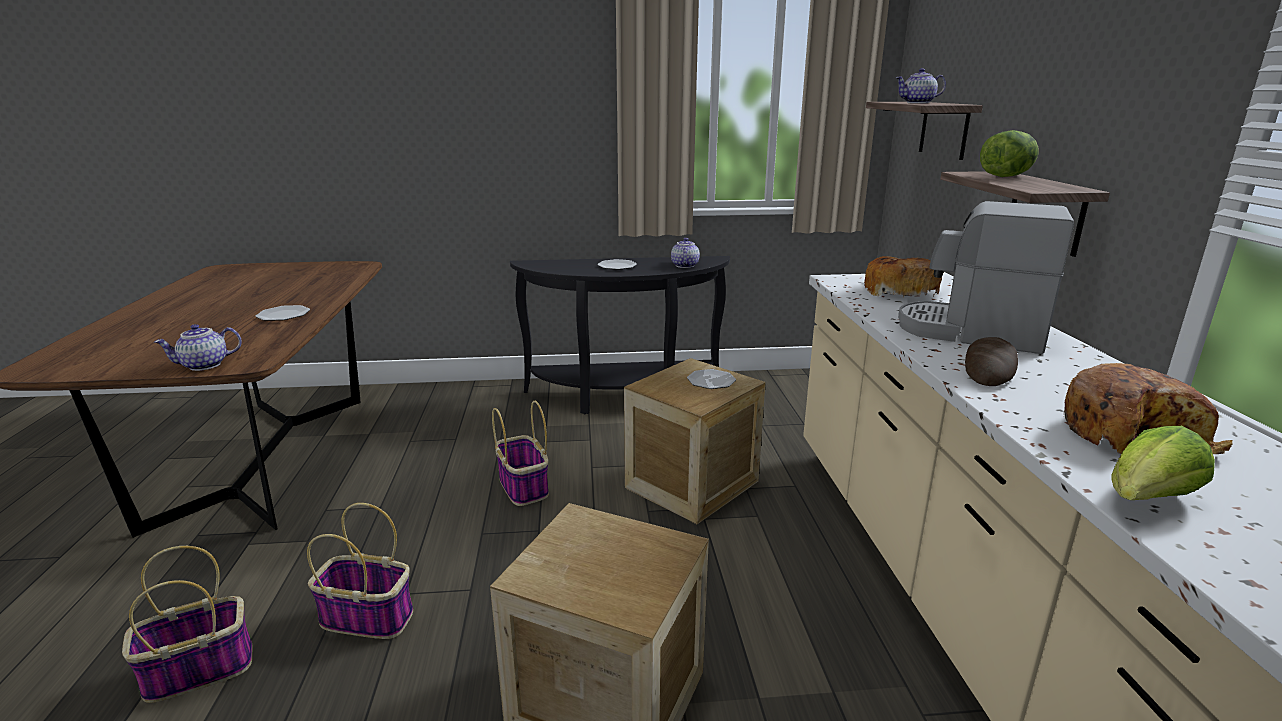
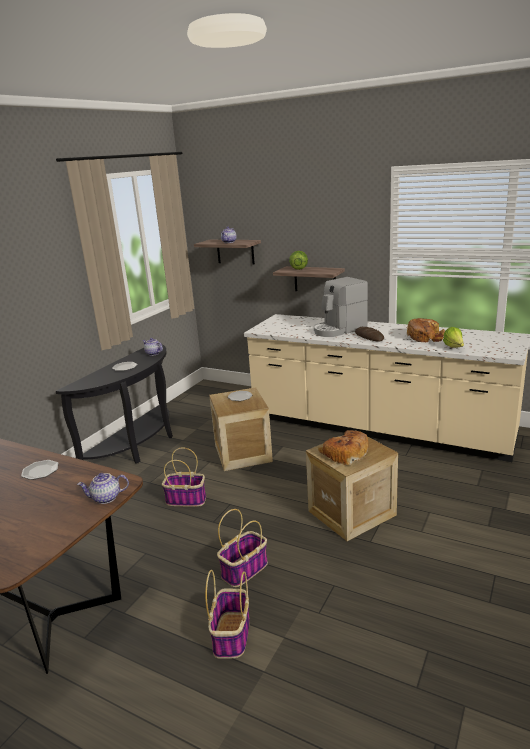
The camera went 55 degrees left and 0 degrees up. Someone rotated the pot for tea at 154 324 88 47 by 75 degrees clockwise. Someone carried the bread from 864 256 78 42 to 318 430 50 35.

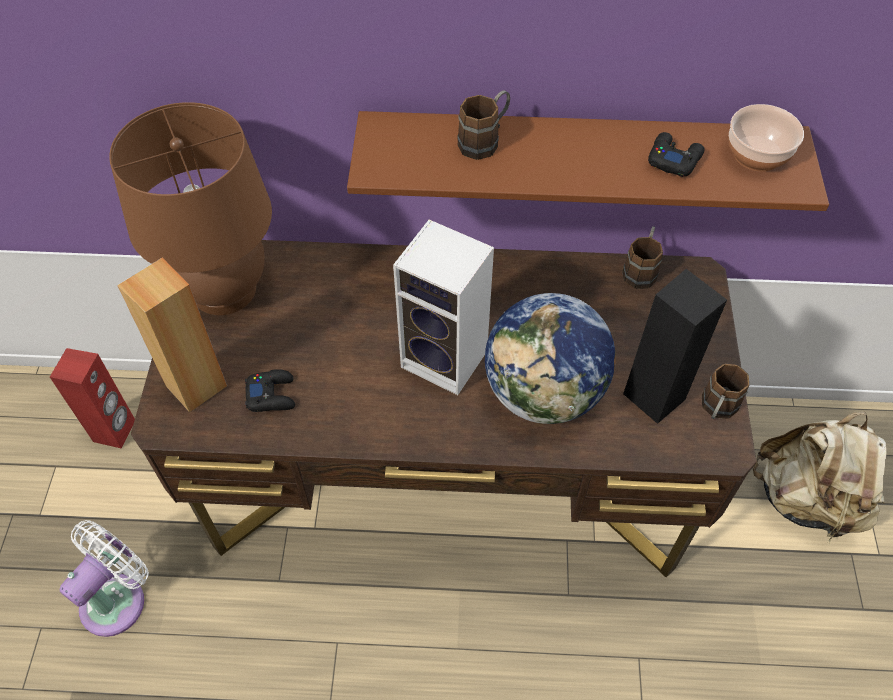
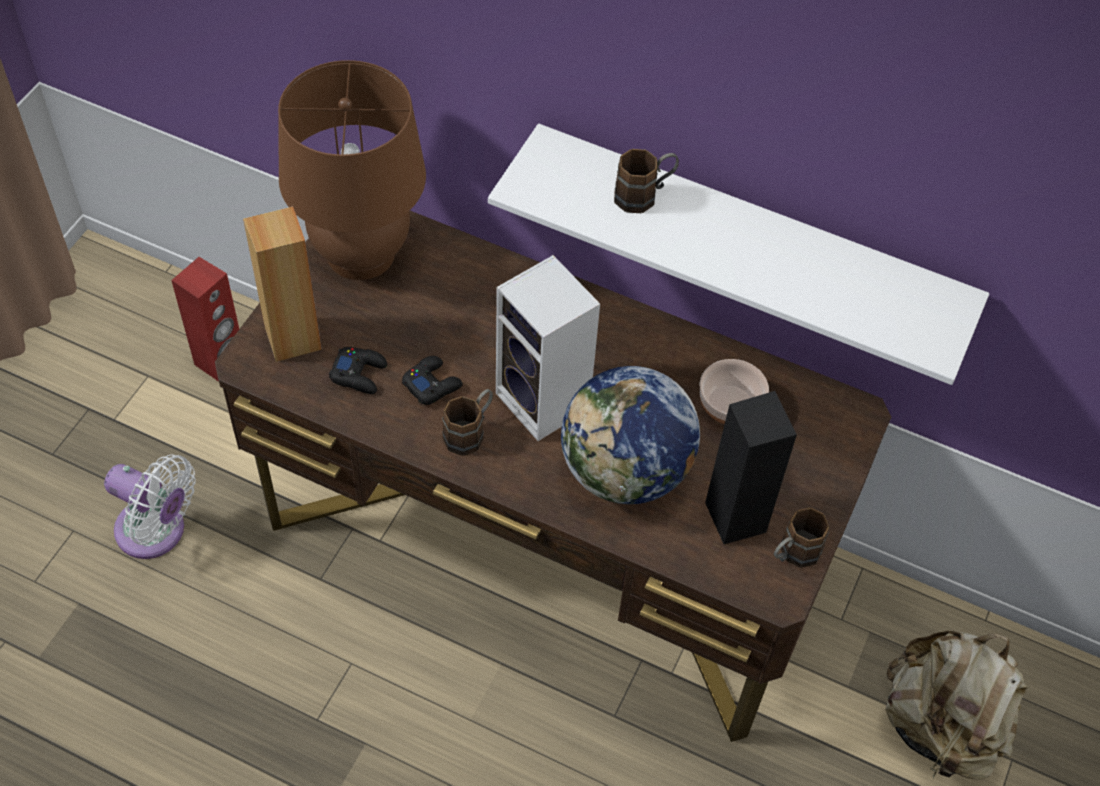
The camera went 20 degrees right and 0 degrees up. Someone rotated the white cooling fan at 60 520 89 117 by 60 degrees clockwise. Someone carried the black joypad from 648 132 57 45 to 402 356 61 49. Someone carried the brown-coloured tea mug from 622 226 41 63 to 442 389 51 67. Someone repainted the brown-coloured shelf at 347 111 482 100, which became the white shelf at 488 124 501 261. Someone carried the deep dish from 728 104 76 68 to 700 359 69 65.

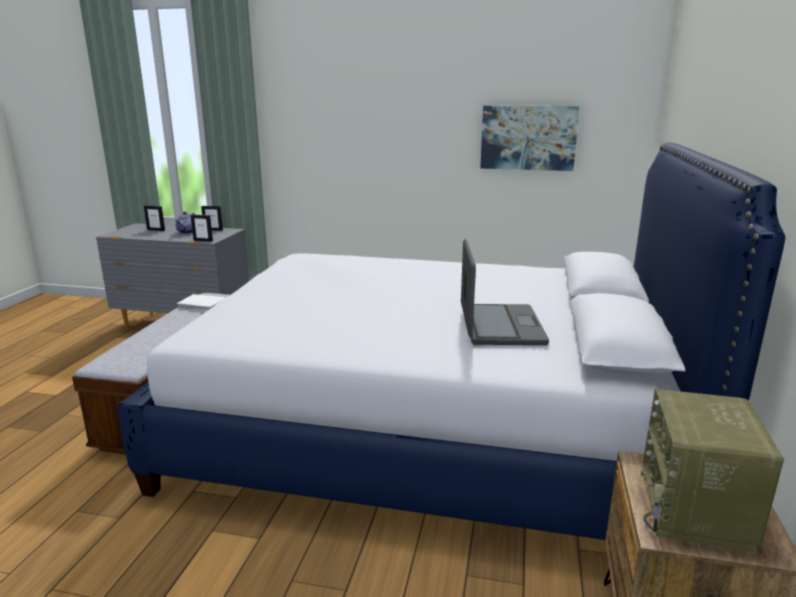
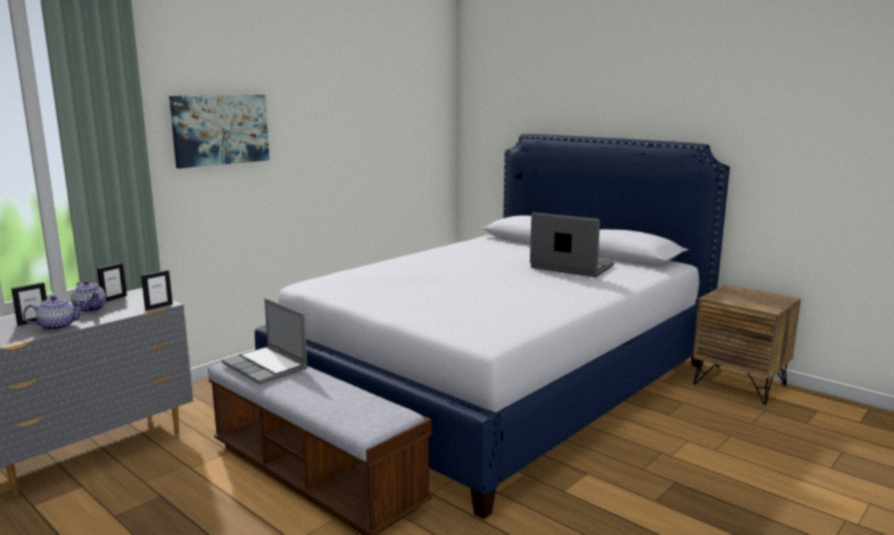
The camera went 60 degrees left and 5 degrees down. Someone put down the pot for tea at 23 295 62 36. Someone carried the picture from 480 105 100 66 to 169 95 100 74. Someone swapped the white volume at 177 294 49 17 for the laptop at 222 298 86 86. Someone took away the radio set at 641 389 143 164.

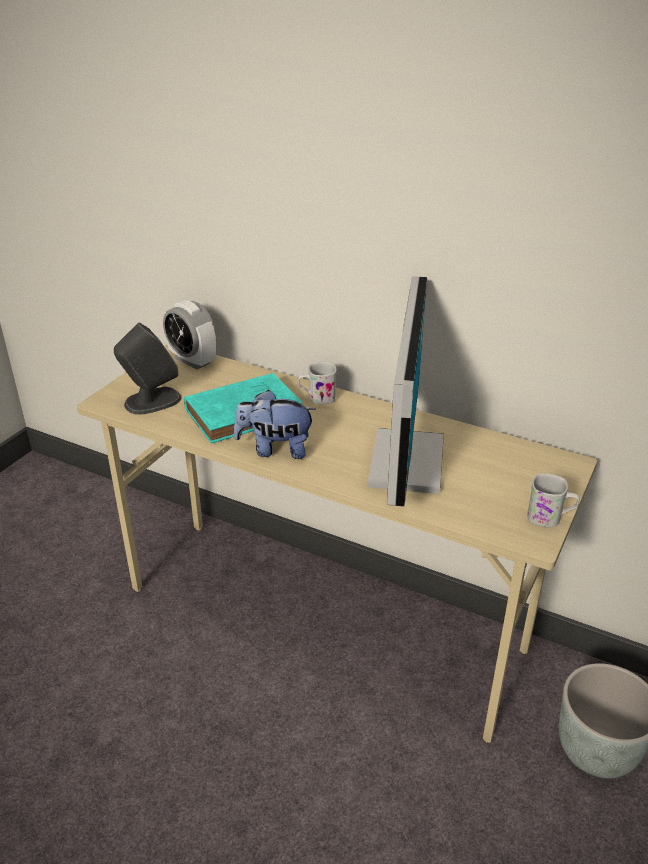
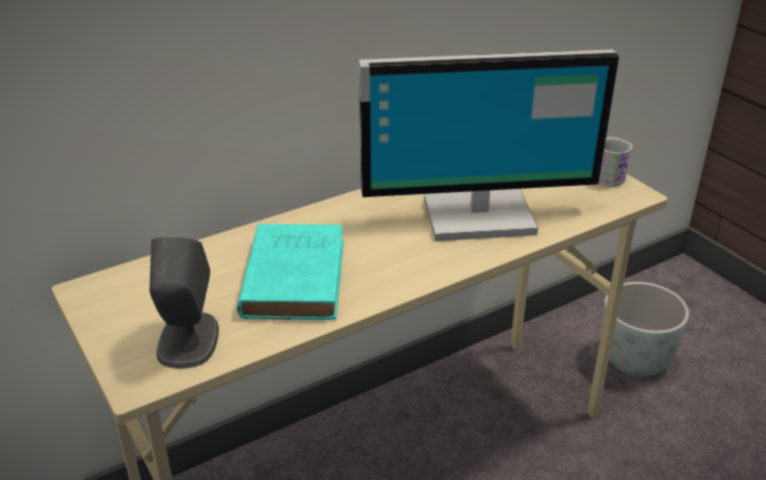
The camera went 60 degrees left and 0 degrees up. Someone rotated the monitor at 368 276 76 231 by 135 degrees clockwise. Someone took away the alarm clock at 163 300 53 69. Someone took away the cuddly toy at 234 390 82 69. Someone took away the white tea mug at 298 362 39 42.

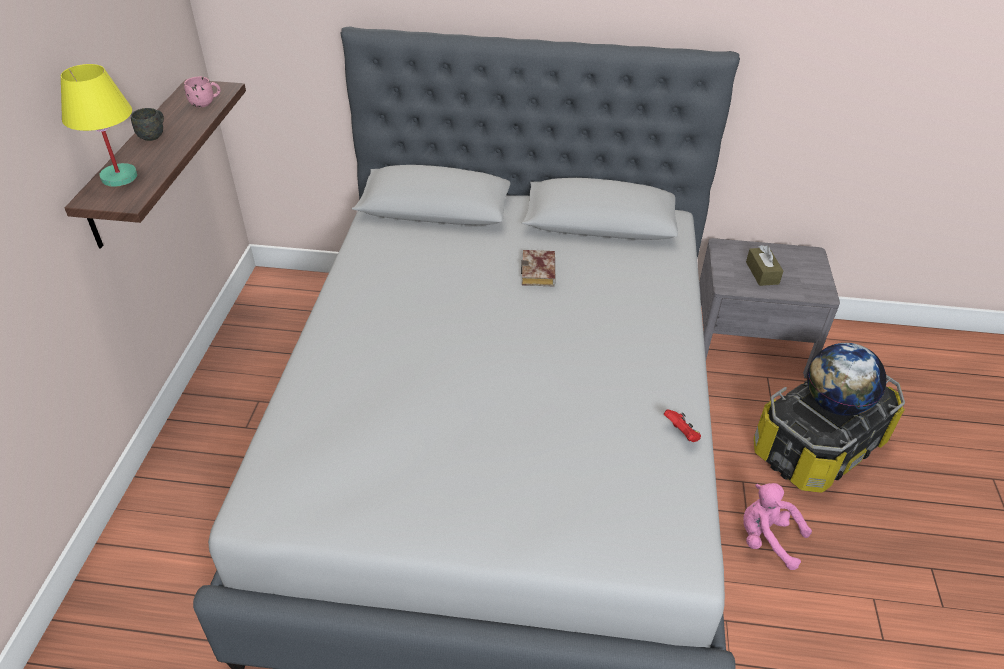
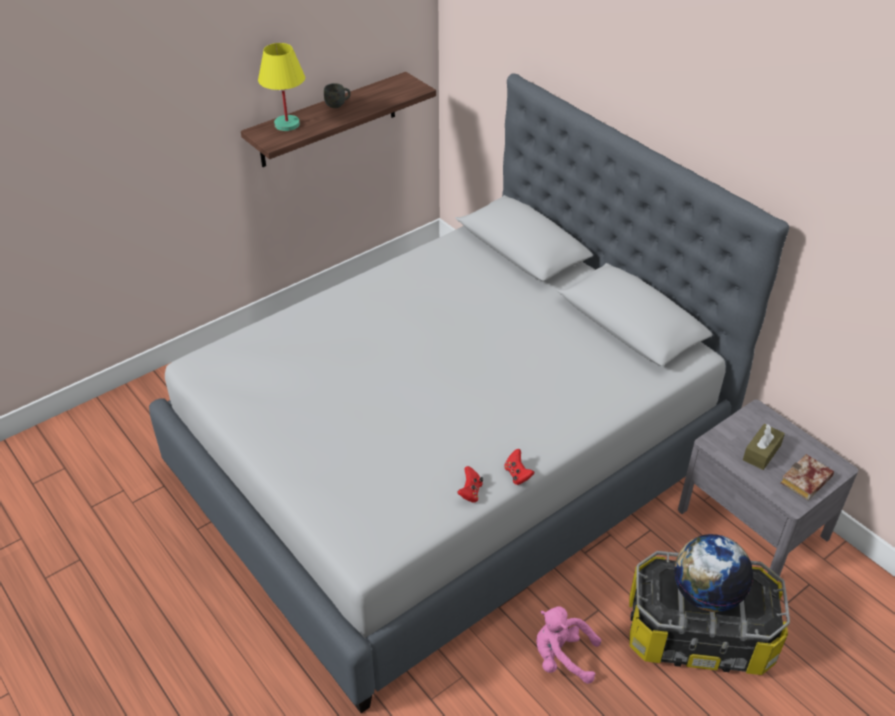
The camera went 45 degrees right and 0 degrees up. Someone put down the red joypad at 504 449 30 36. Someone rotated the pink-coloured cuddly toy at 743 483 69 87 by 60 degrees counterclockwise. Someone carried the volume from 521 250 34 36 to 780 454 54 47. Someone took away the pink-coloured tea mug at 184 77 37 31.

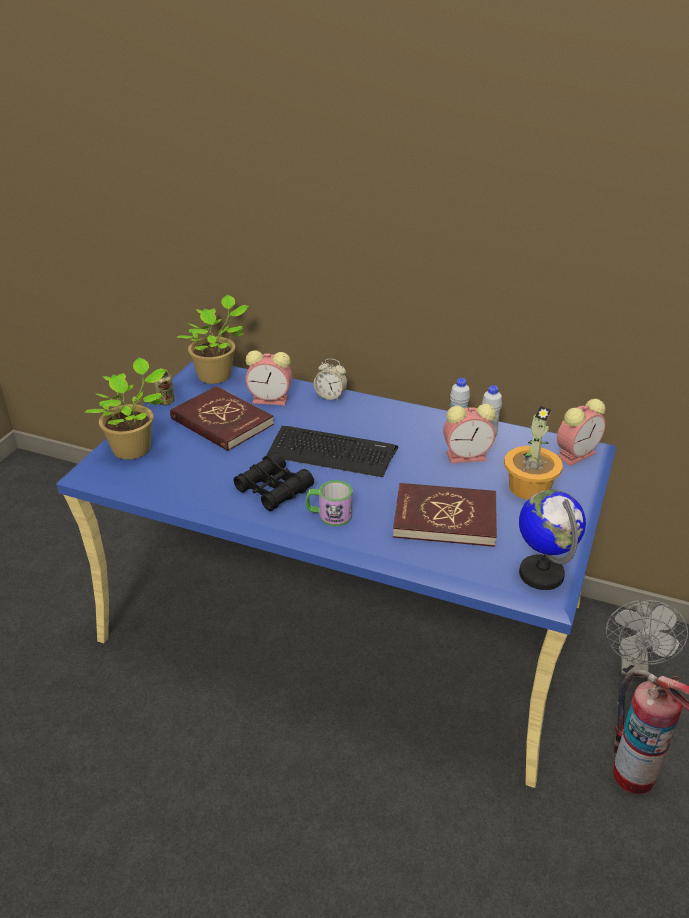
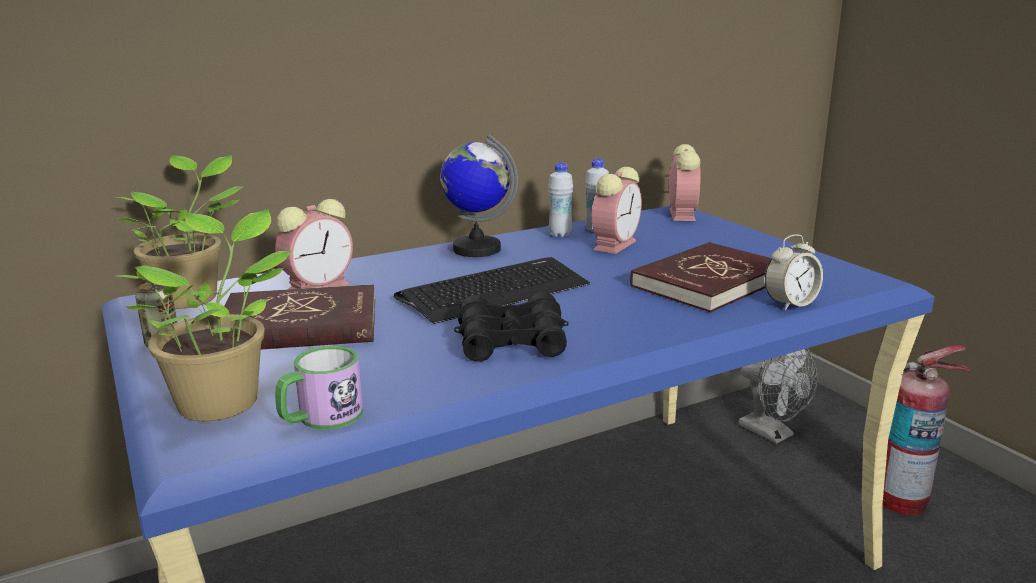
The camera went 50 degrees left and 15 degrees down. Someone carried the tea mug from 306 480 46 46 to 275 346 88 83. Someone carried the world globe from 519 490 67 100 to 440 135 78 122. Someone carried the alarm clock from 314 359 33 42 to 765 234 58 76. Someone took away the potted plant at 504 406 59 94.

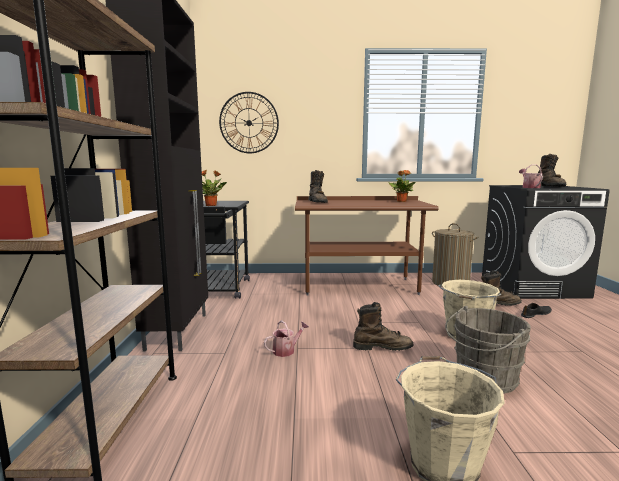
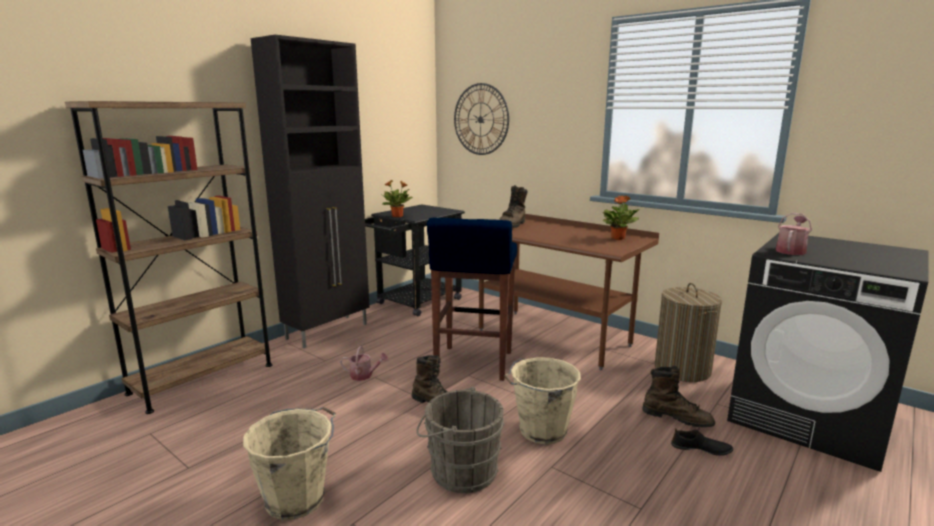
The camera went 40 degrees right and 5 degrees up. Someone put down the blue-coloured stool seat at 427 218 90 163. Someone took away the brown-coloured tall boot at 538 154 28 33.

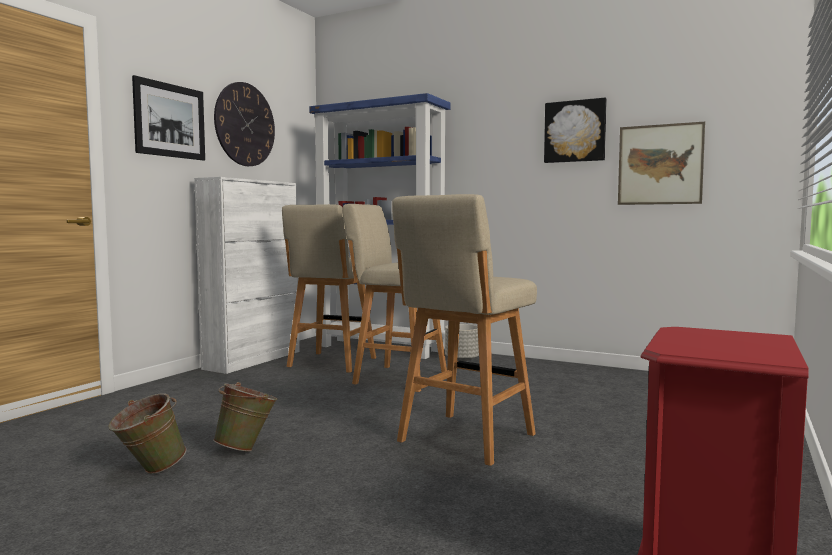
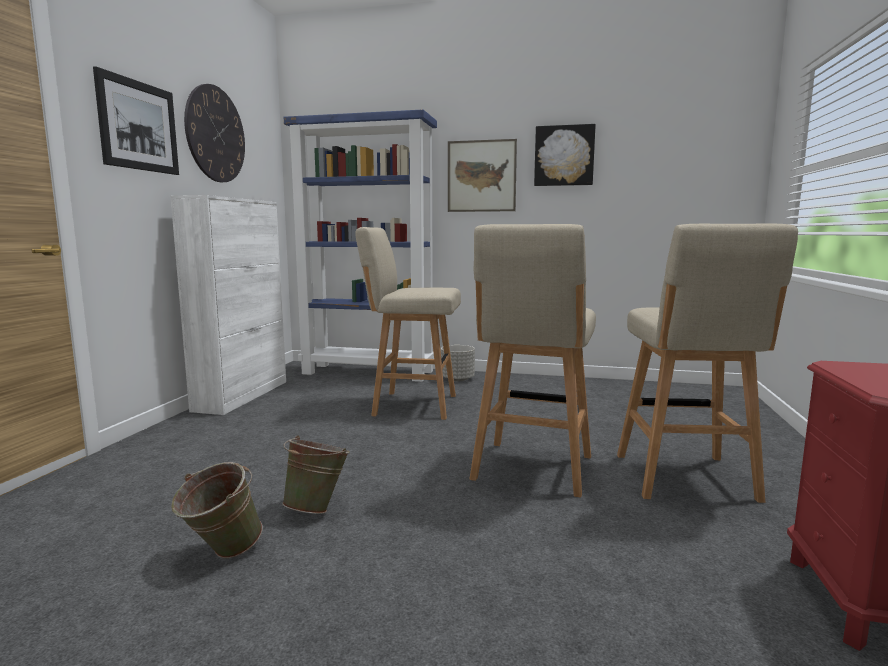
The camera went 15 degrees left and 5 degrees up. Someone carried the picture from 618 122 87 83 to 448 139 69 73. Someone carried the beige-coloured stool seat from 282 204 94 169 to 617 224 181 279.

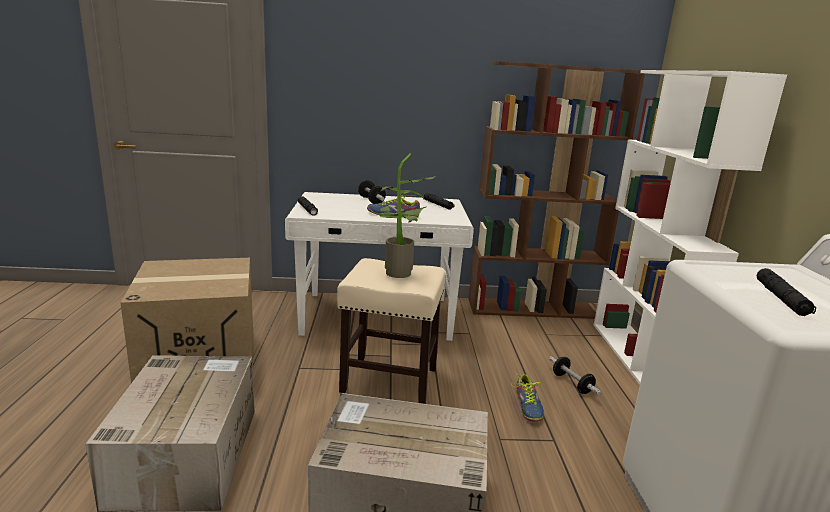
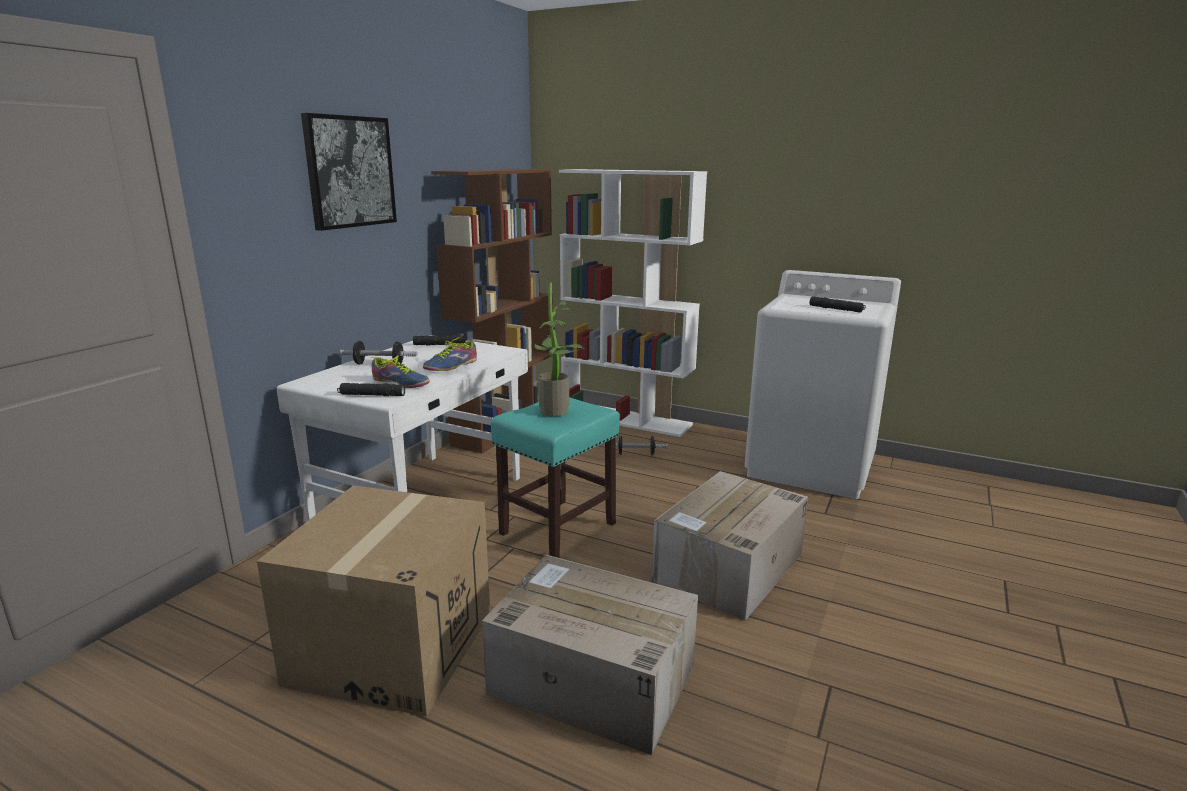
The camera went 60 degrees left and 0 degrees up. Someone put up the picture at 301 113 96 118. Someone carried the shoe from 511 373 33 49 to 370 355 60 33. Someone repainted the beige-coloured stool seat at 337 258 108 146, which became the turquoise stool seat at 491 397 129 161.

